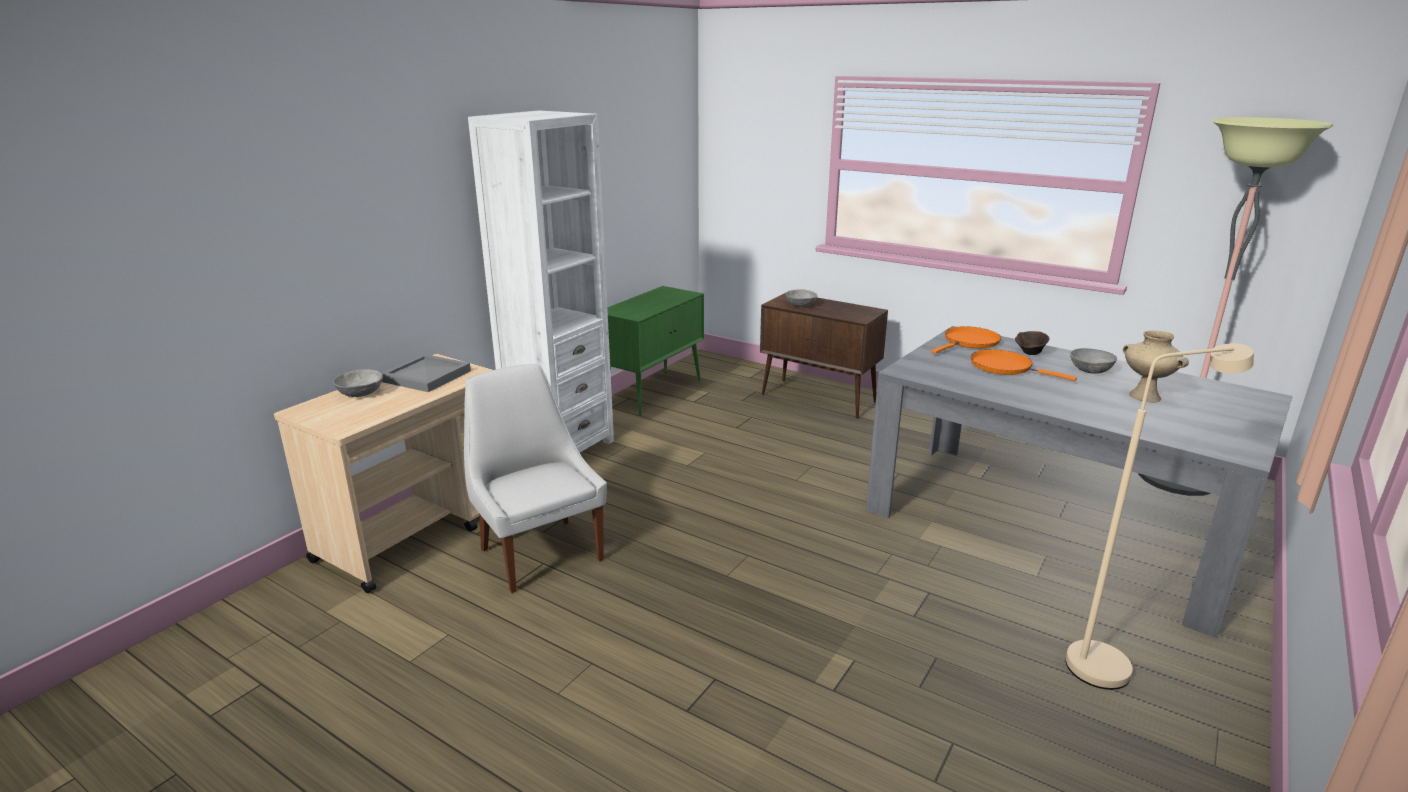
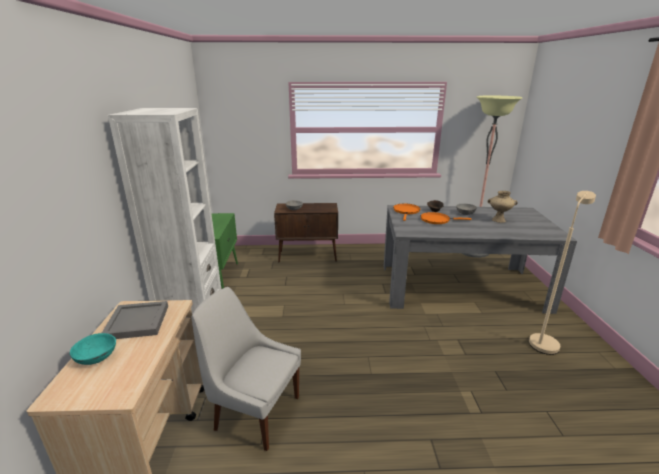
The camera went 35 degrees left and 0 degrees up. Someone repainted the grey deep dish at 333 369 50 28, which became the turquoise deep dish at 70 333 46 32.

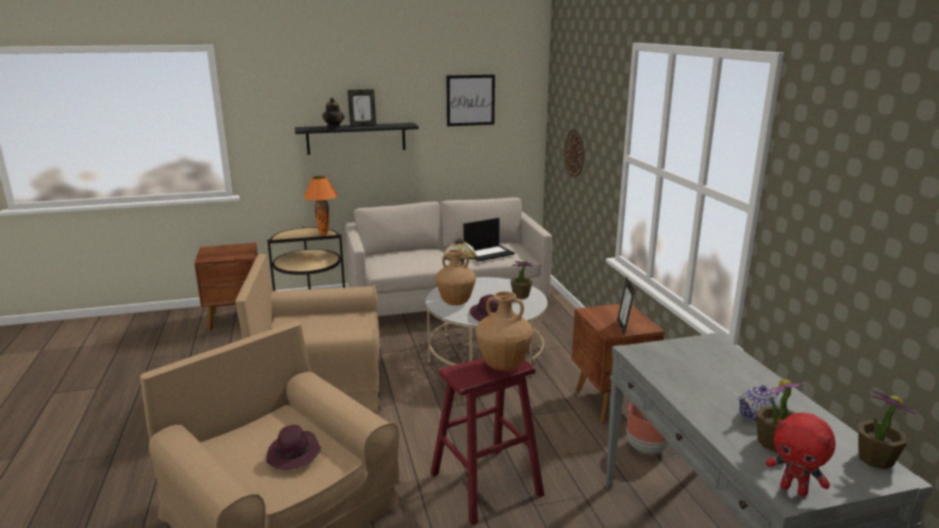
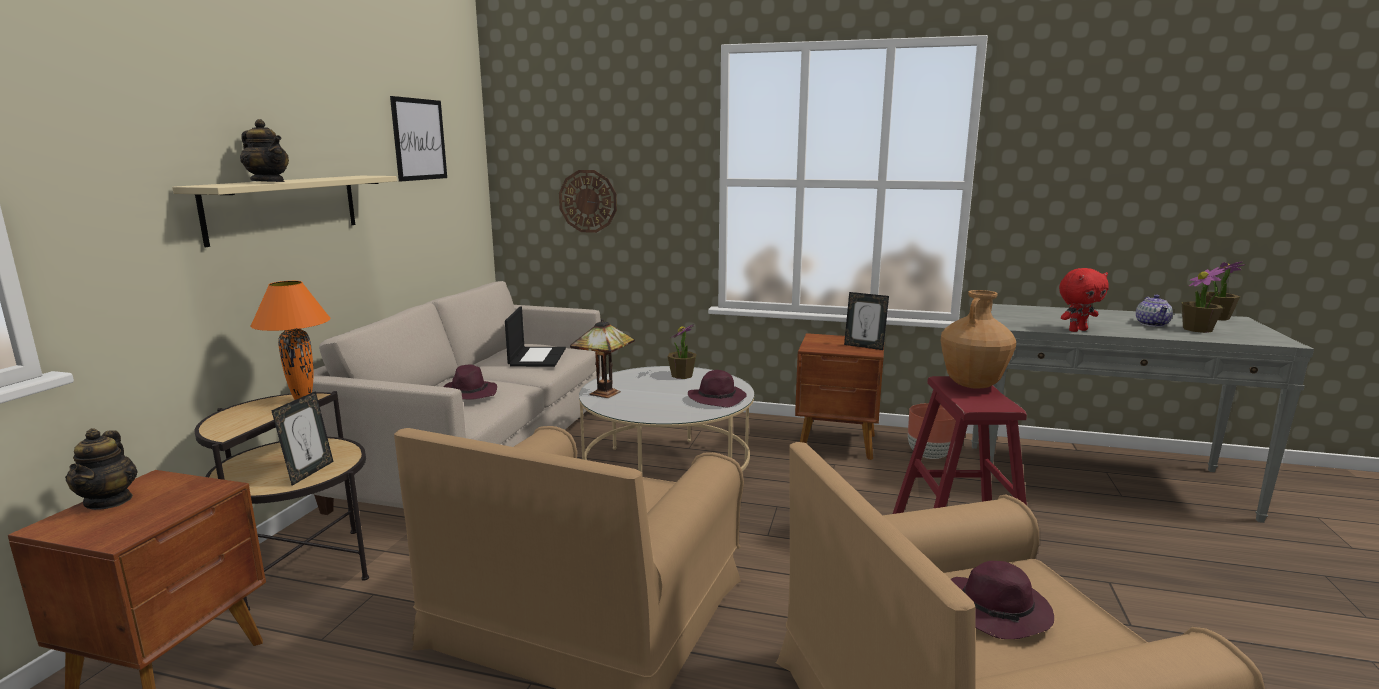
The camera went 60 degrees left and 5 degrees down. Someone put down the pot for tea at 65 428 72 82. Someone repainted the black shelf at 295 123 124 32, which became the beige-coloured shelf at 172 176 225 71. Someone carried the picture frame from 348 89 28 37 to 271 391 63 95. Someone put down the purple hat at 443 364 54 36. Someone carried the red cuddly toy from 766 412 70 85 to 1059 268 50 64. Someone took away the brown-coloured decorative vase at 435 249 41 57.

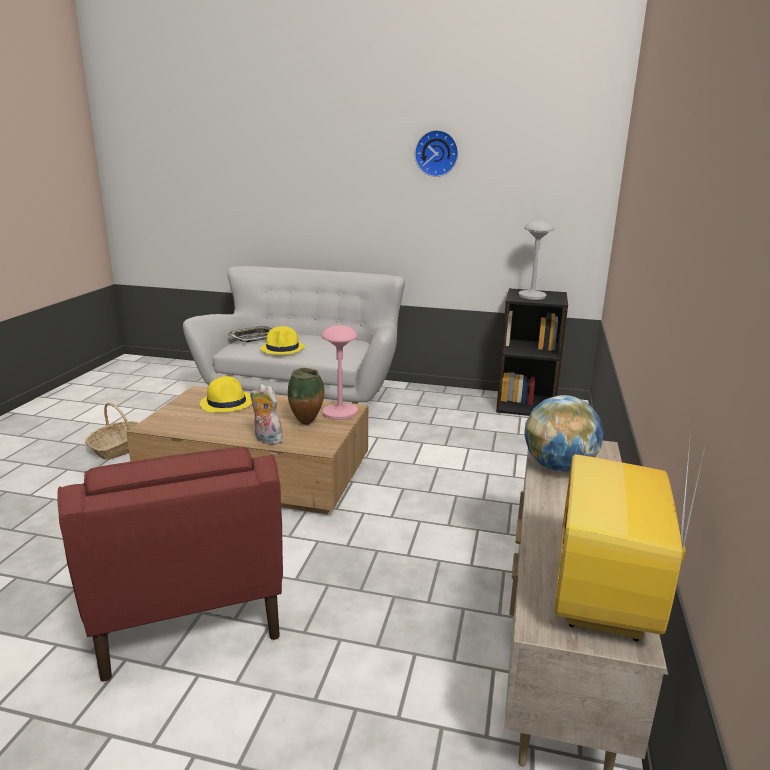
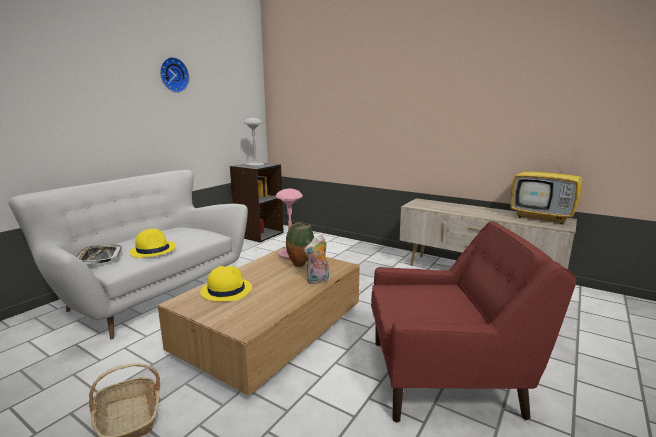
The camera went 70 degrees left and 5 degrees down. Someone took away the world globe at 524 395 80 77.

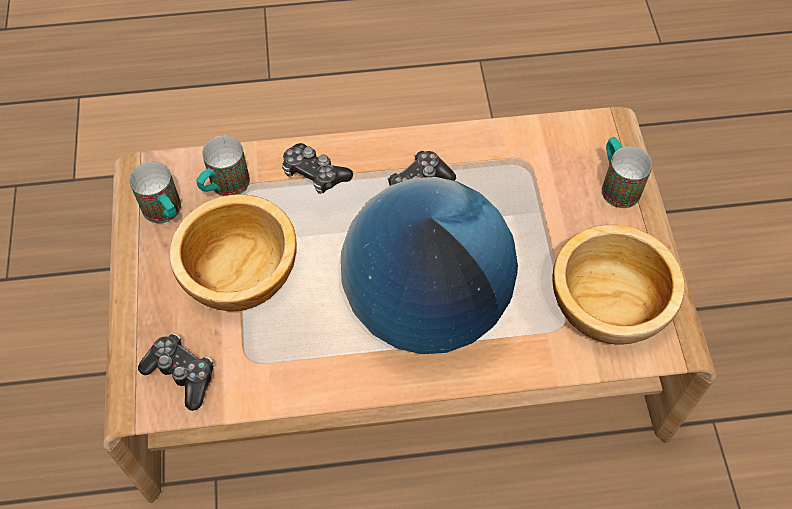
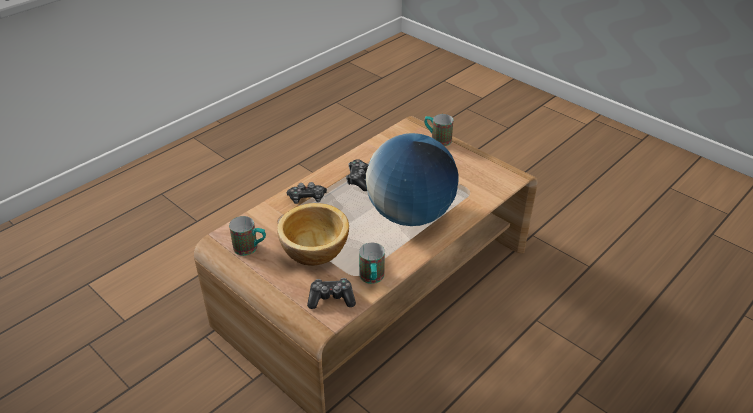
The camera went 40 degrees left and 20 degrees down. Someone carried the tea mug from 196 135 54 61 to 359 243 26 41. Someone took away the deep dish at 553 225 132 119.

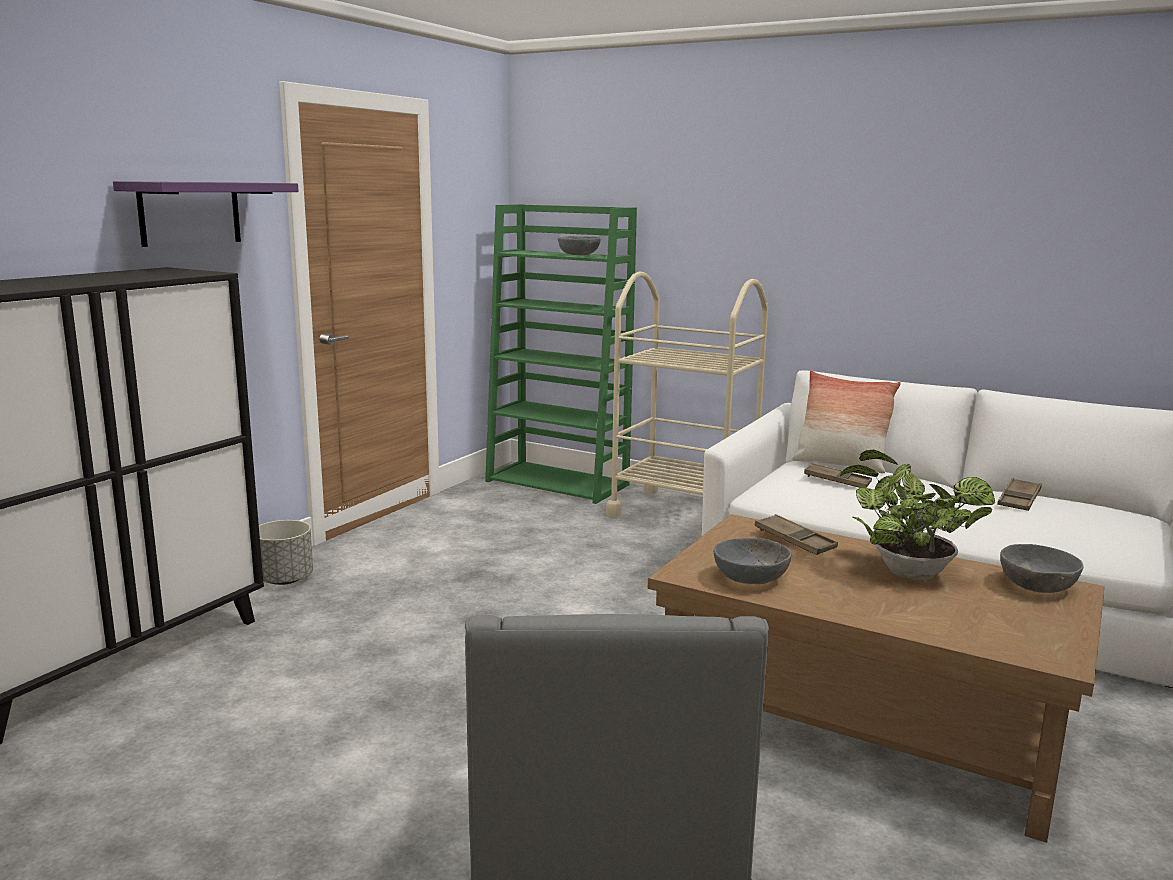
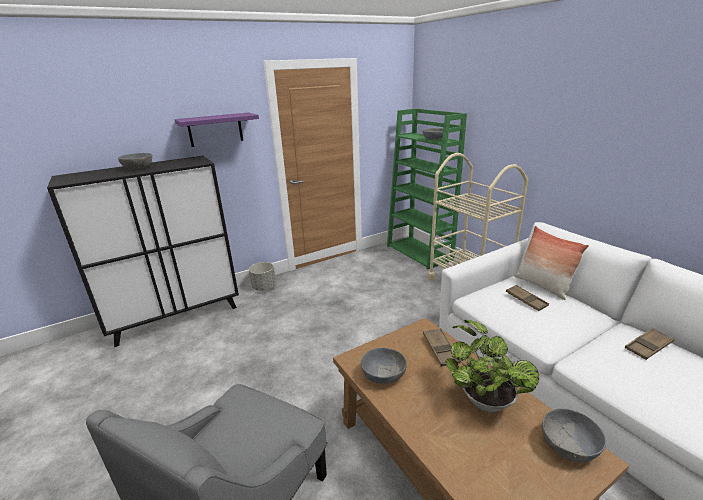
The camera went 30 degrees right and 10 degrees up. Someone put down the grey deep dish at 118 153 34 16.

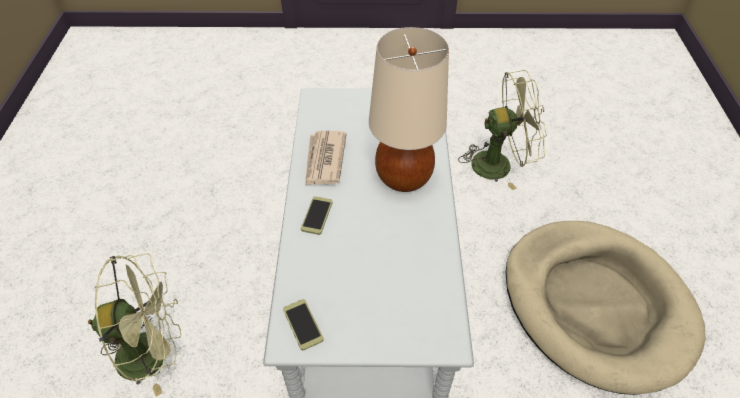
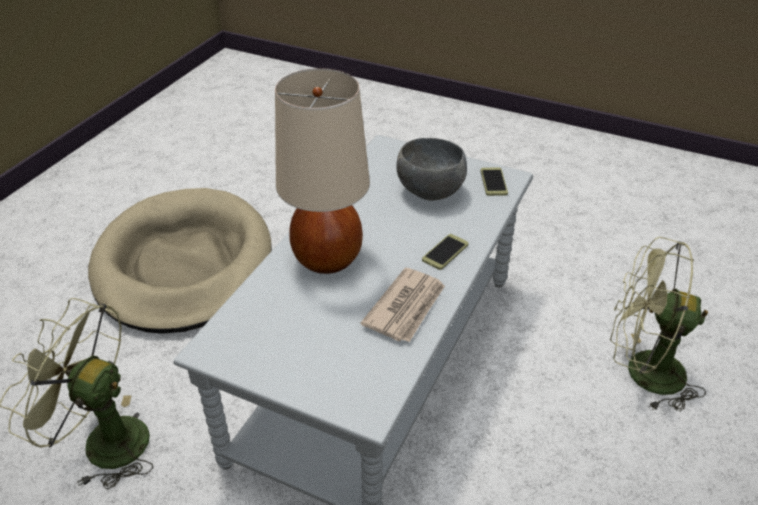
The camera went 155 degrees left and 10 degrees down. Someone put down the grey deep dish at 396 138 71 62.

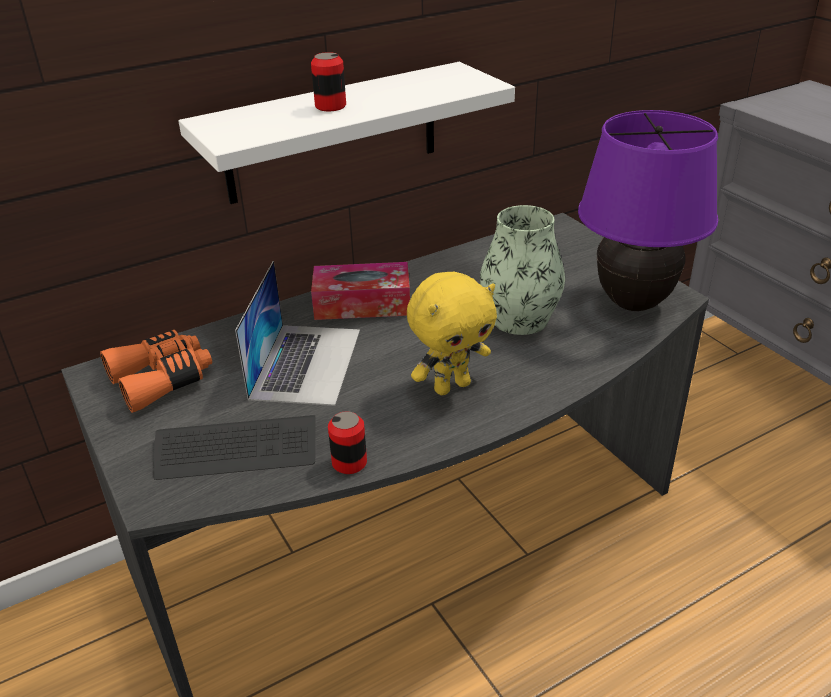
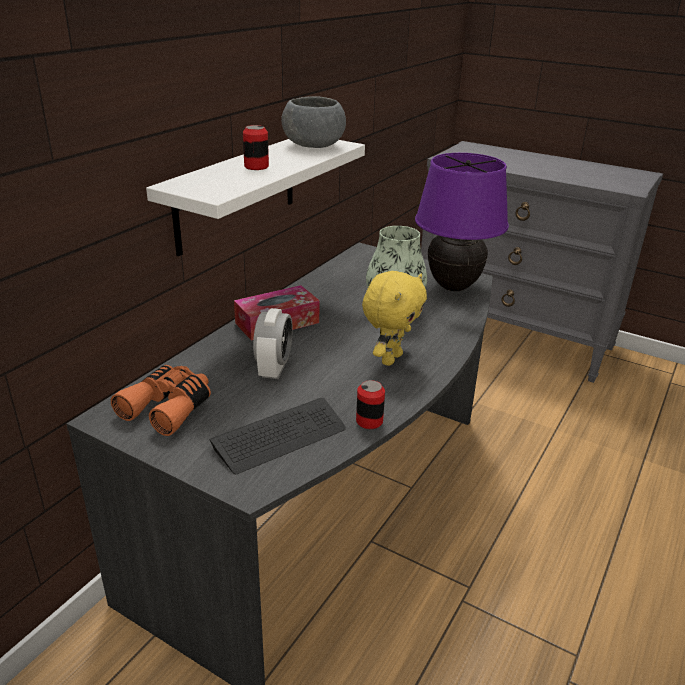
The camera went 30 degrees left and 5 degrees down. Someone swapped the laptop at 235 261 125 145 for the alarm clock at 253 308 40 71. Someone put down the grey deep dish at 281 96 65 52.

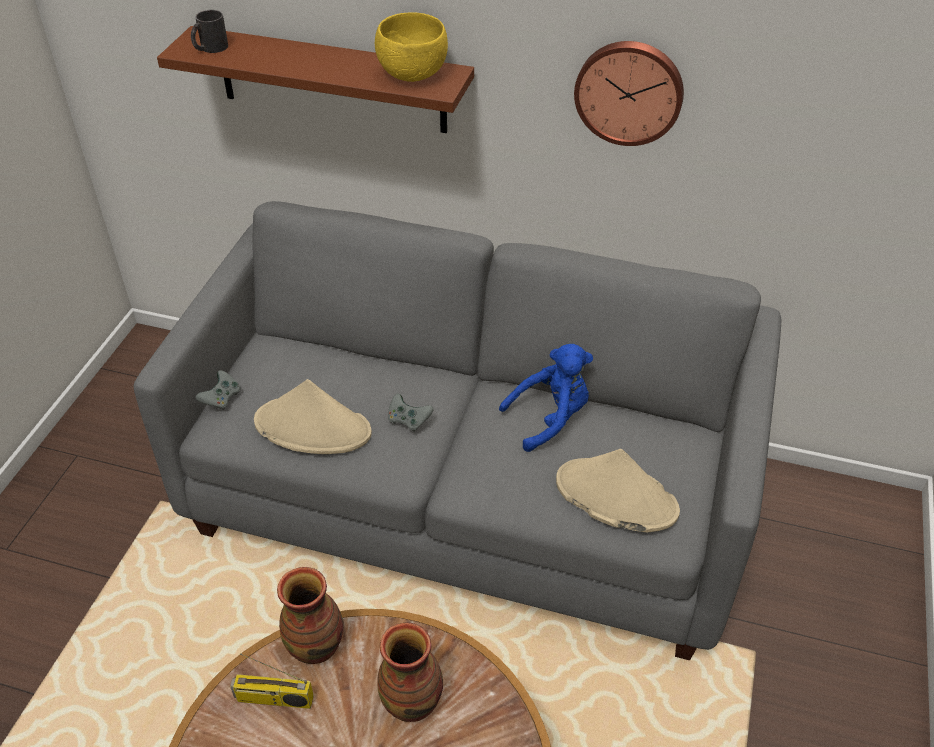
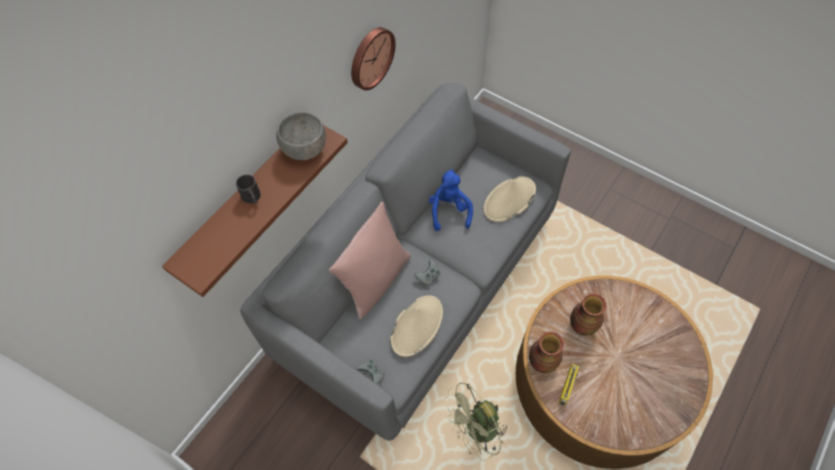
The camera went 70 degrees left and 15 degrees up. Someone carried the black tea mug from 191 10 37 43 to 236 174 25 30. Someone repainted the yellowish deep dish at 375 12 73 70, which became the grey deep dish at 277 112 49 48. Someone put down the pink-coloured cushion at 329 202 82 117. Someone put down the green-coloured cooling fan at 444 383 63 78.

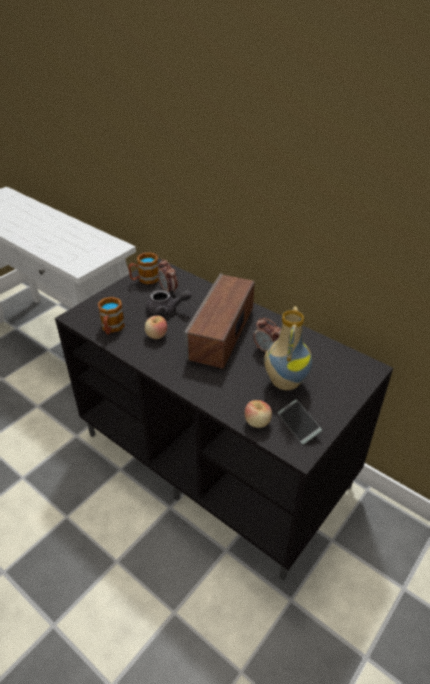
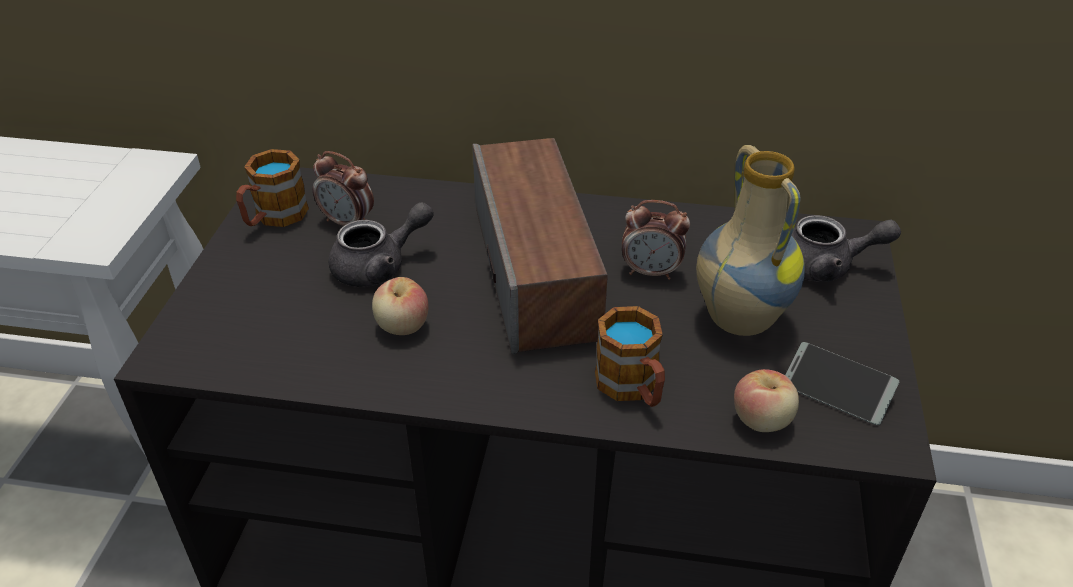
The camera went 30 degrees left and 0 degrees up. Someone carried the tea mug from 98 297 27 37 to 595 306 70 101. Someone put down the grey pot for tea at 792 215 109 67.

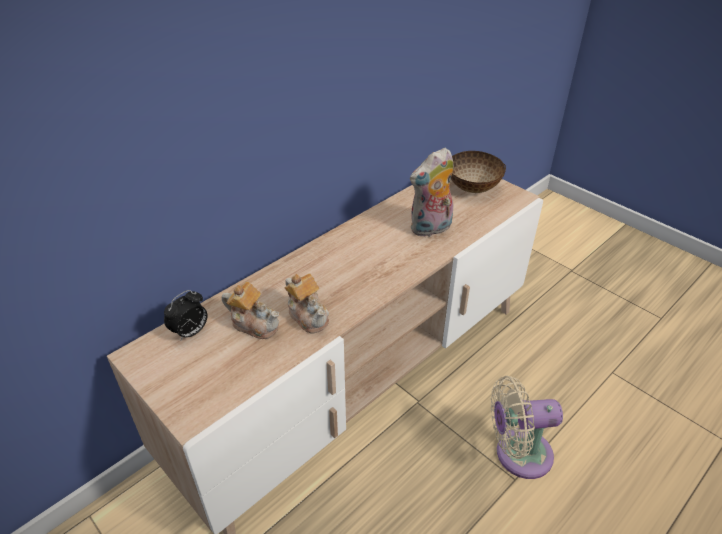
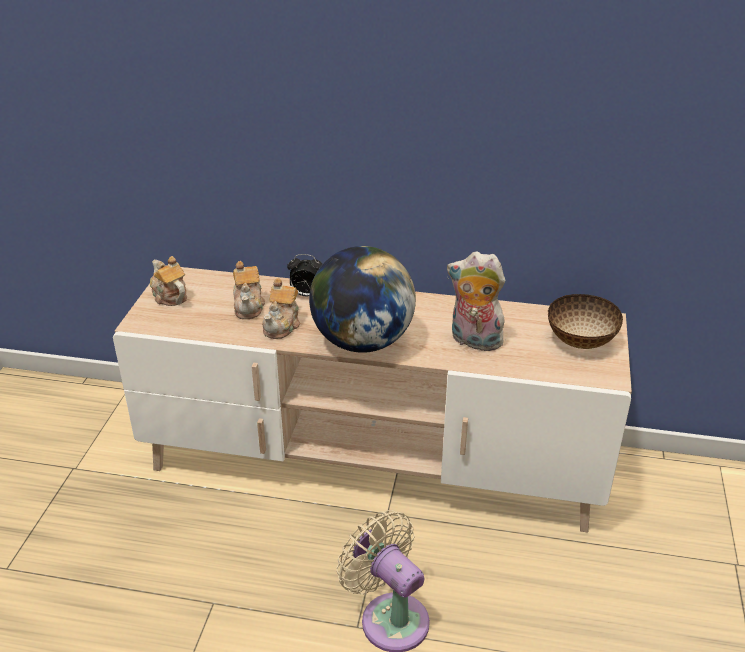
The camera went 55 degrees right and 5 degrees down. Someone put down the pot for tea at 150 256 37 50. Someone carried the alarm clock from 164 290 43 50 to 287 254 35 42. Someone put down the world globe at 309 246 107 107.

